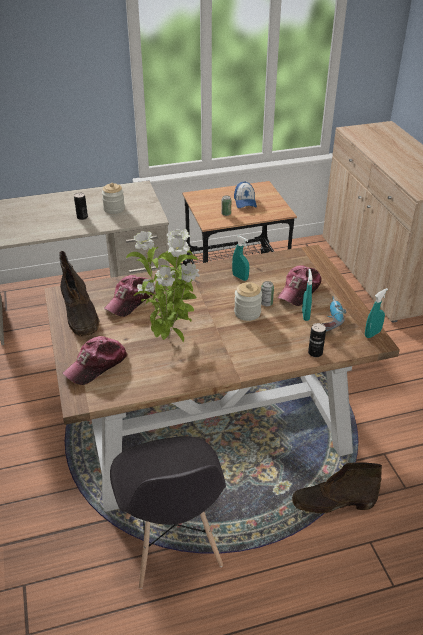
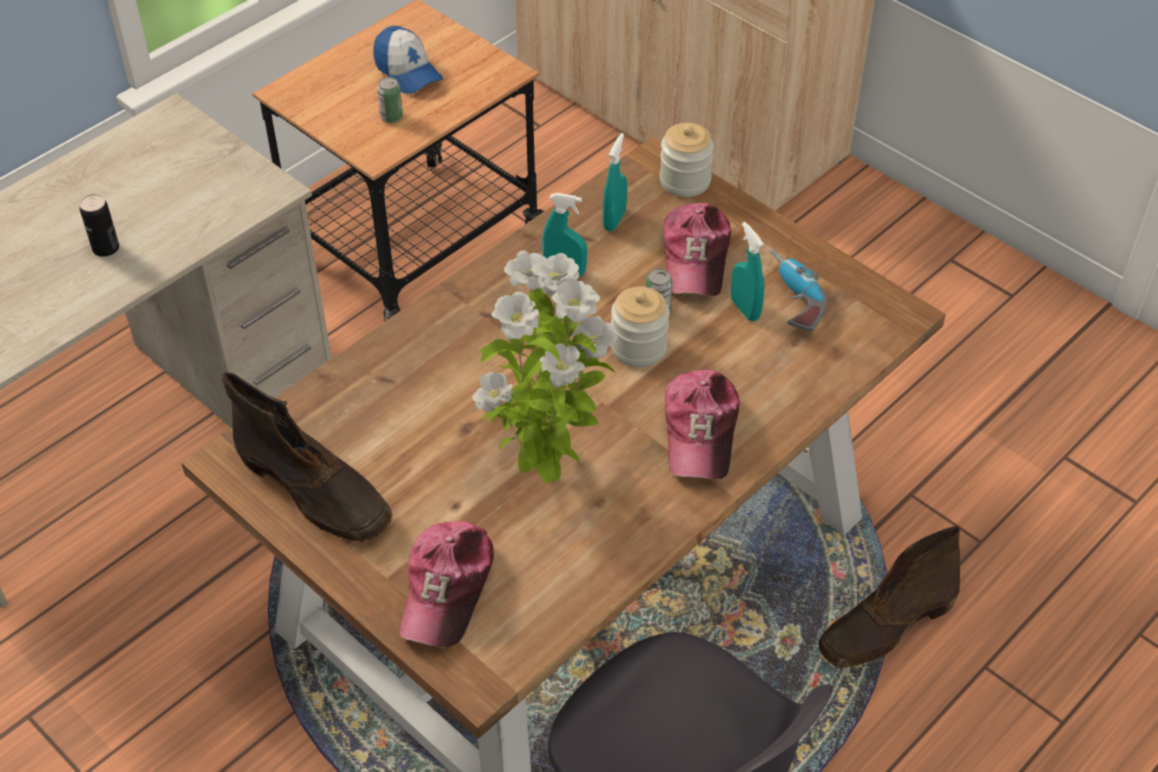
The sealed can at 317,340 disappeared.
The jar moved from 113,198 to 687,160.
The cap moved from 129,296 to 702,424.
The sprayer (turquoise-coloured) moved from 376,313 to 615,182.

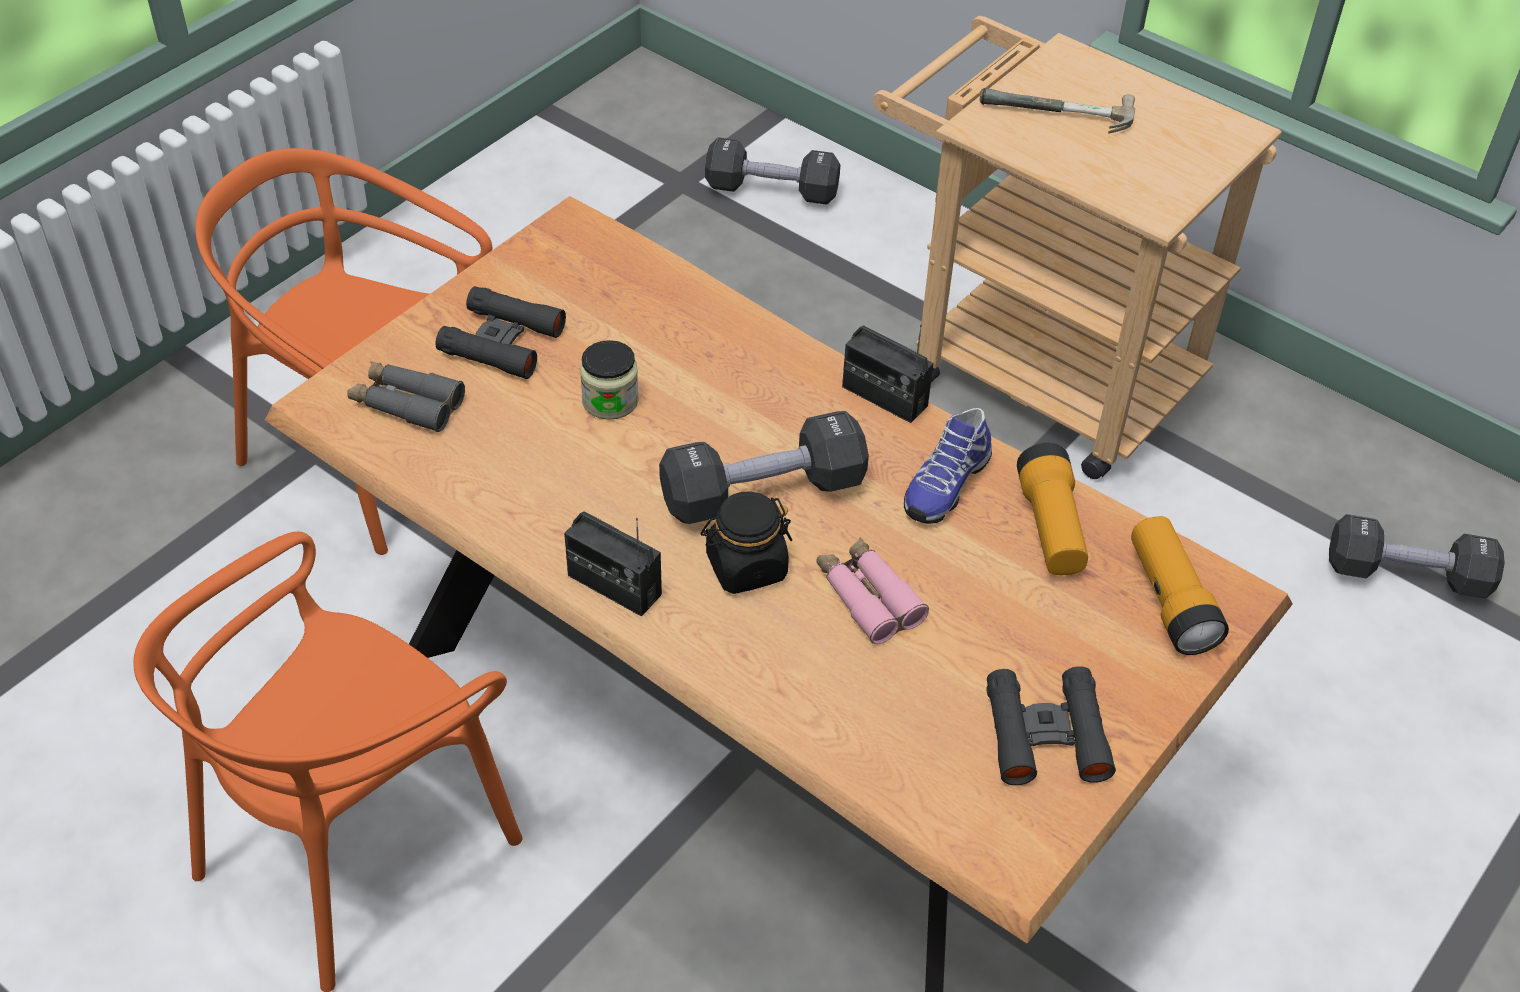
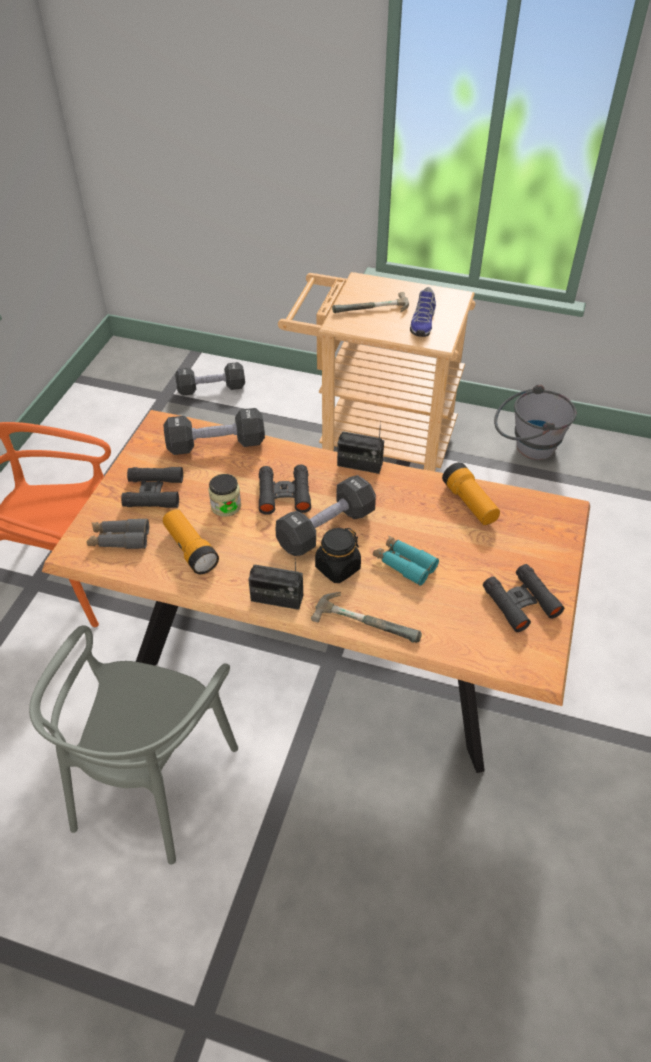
The pair of binoculars (black) at 285,489 appeared.
The hammer at 366,617 appeared.
The bucket (grey) at 535,422 appeared.
The shoe moved from 948,466 to 423,312.
The flashlight moved from 1180,585 to 191,541.
The free weight (black) moved from 1417,556 to 214,431.
The upright chair (orange-coloured) at 328,762 became the upright chair (grey) at 133,745.
The pair of binoculars (pink) at 872,590 became the pair of binoculars (turquoise-coloured) at 406,561.

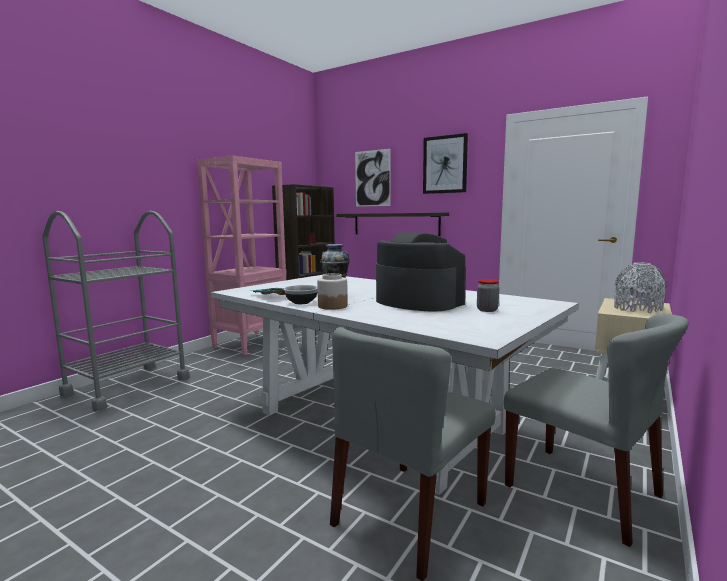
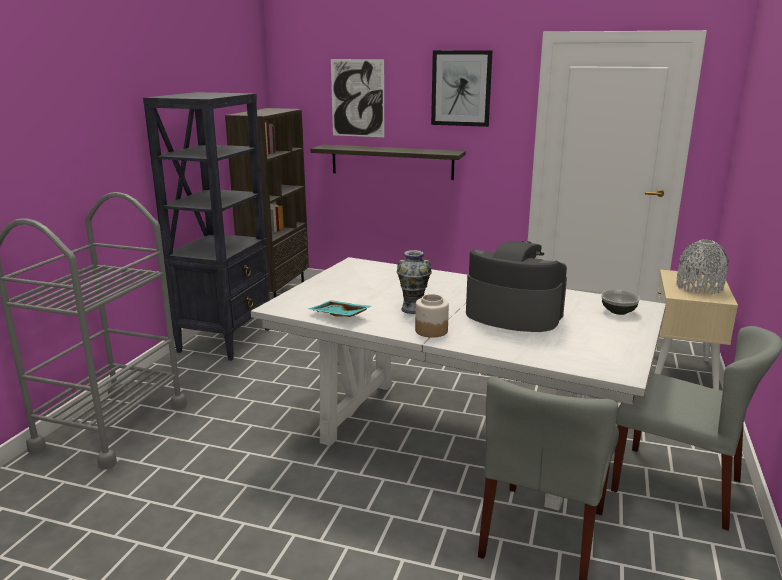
The jar at 488,295 disappeared.
The bowl moved from 301,294 to 620,302.
The bookcase (pink) at 241,255 became the bookcase (black) at 206,226.

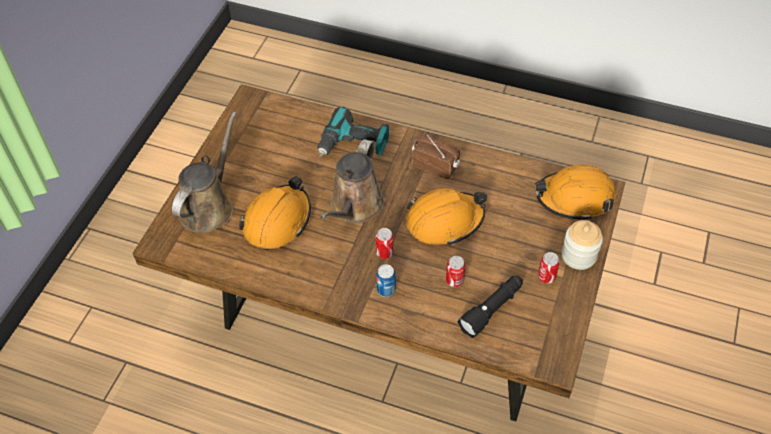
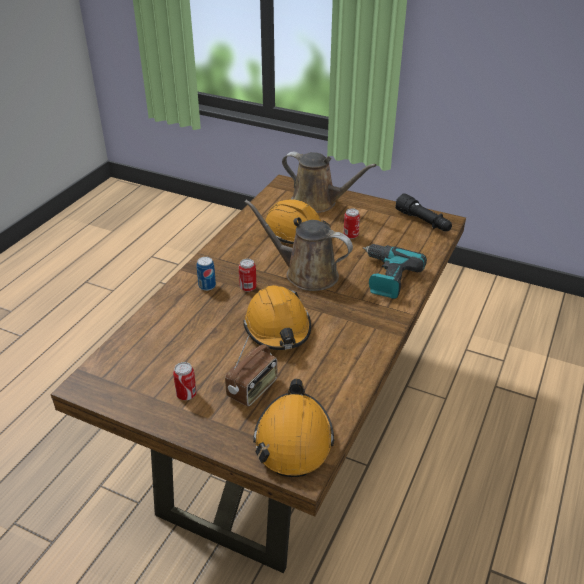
The jar at 582,245 disappeared.
The radio moved from 436,157 to 251,371.
The sealed can moved from 455,271 to 351,223.
The flashlight (black) moved from 490,307 to 423,212.

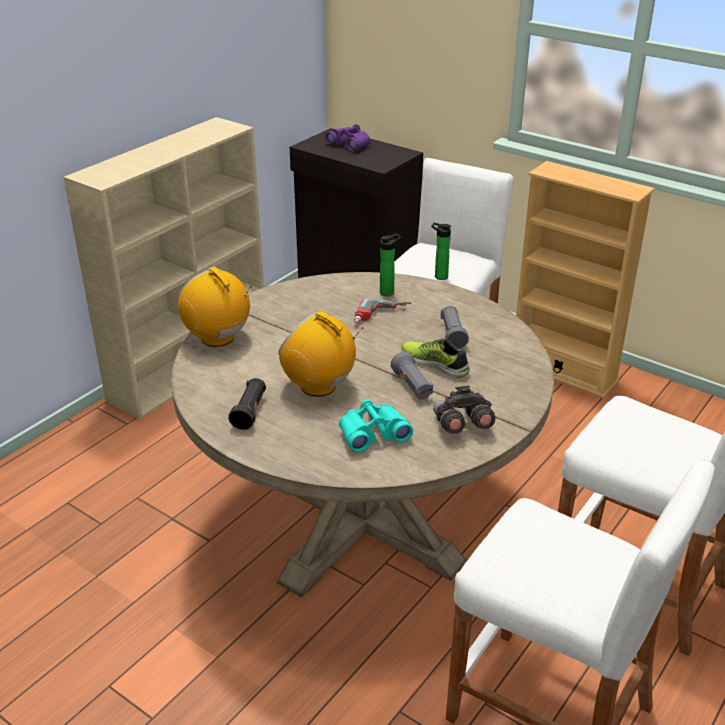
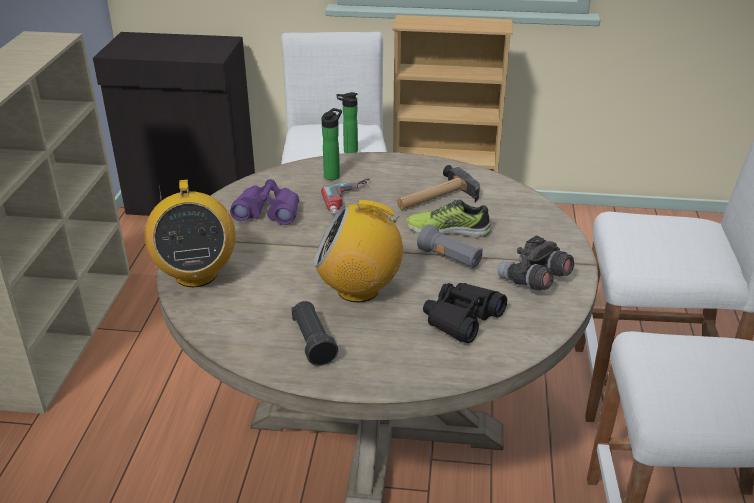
The pair of binoculars (purple-coloured) moved from 347,138 to 264,202.
The flashlight (grey) at 455,327 was replaced by the hammer at 438,187.
The pair of binoculars (turquoise-coloured) at 376,426 became the pair of binoculars (black) at 465,313.
The radio at 215,306 turned 120 degrees counterclockwise.

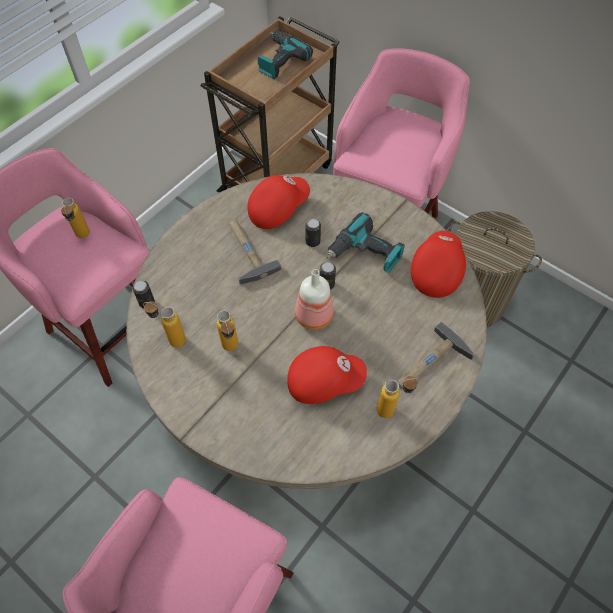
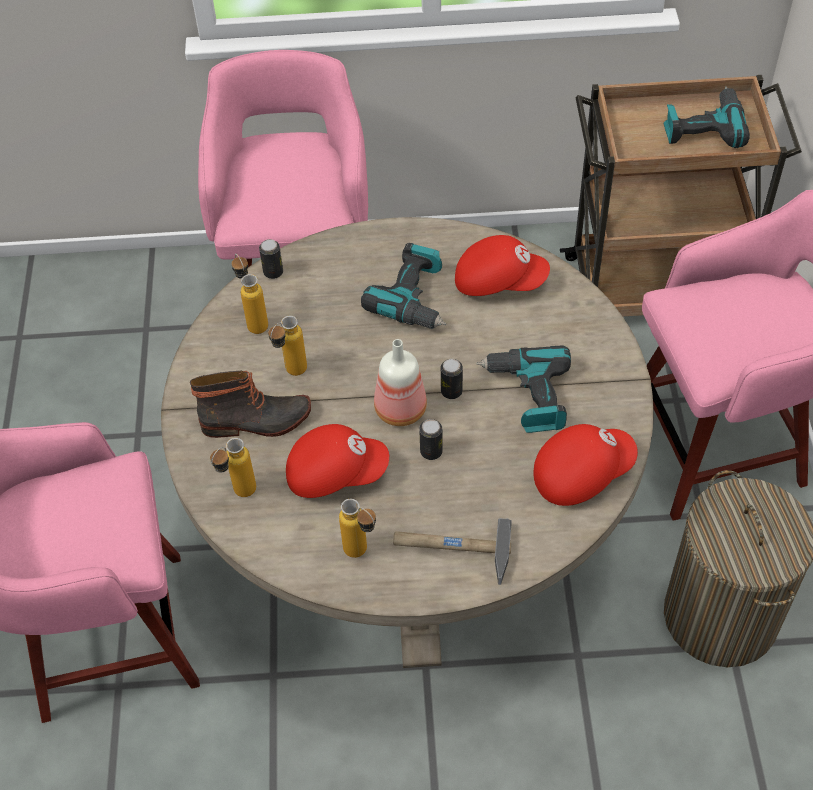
The high-top boot at 250,404 appeared.
The beverage bottle moved from 75,218 to 233,467.
The sealed can moved from 313,233 to 431,439.
The hammer at 255,252 was replaced by the drill at 403,286.
The cap (red-coloured) at 327,375 turned 45 degrees counterclockwise.

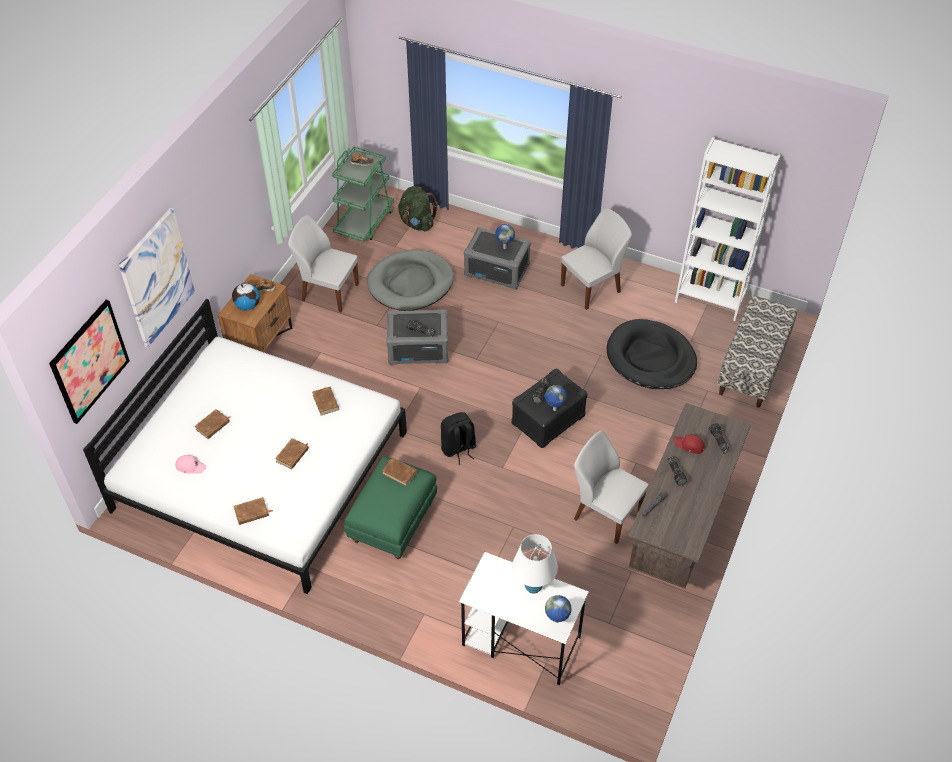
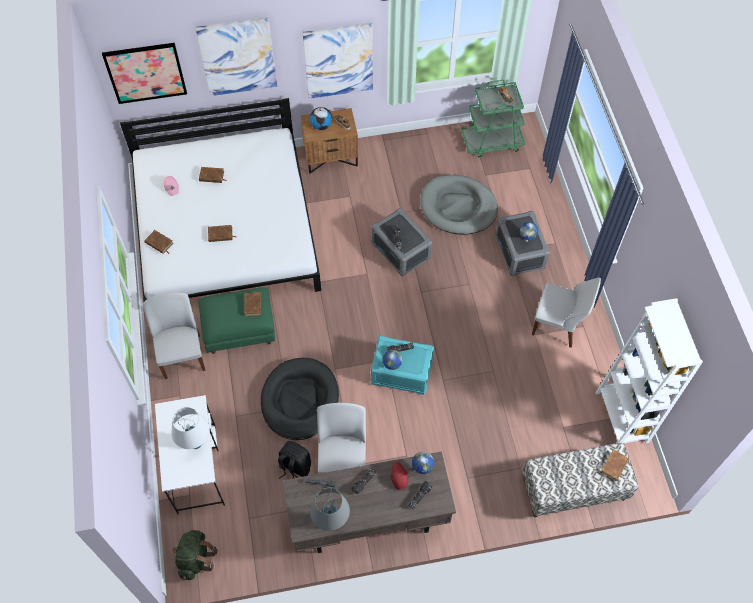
The wall art at 337,60 appeared.
The table lamp (grey) at 330,509 appeared.
The upright chair (whitish) moved from 323,263 to 174,335.
The volume (brown) moved from 325,401 to 615,465.
The knapsack (green-coloured) moved from 418,209 to 194,555.
The knapsack (black) moved from 458,438 to 294,460.
The globe moved from 558,609 to 423,463.
The pet bed (black) moved from 652,354 to 300,399.
The storage box (black) at 549,408 became the storage box (turquoise-coloured) at 402,365.

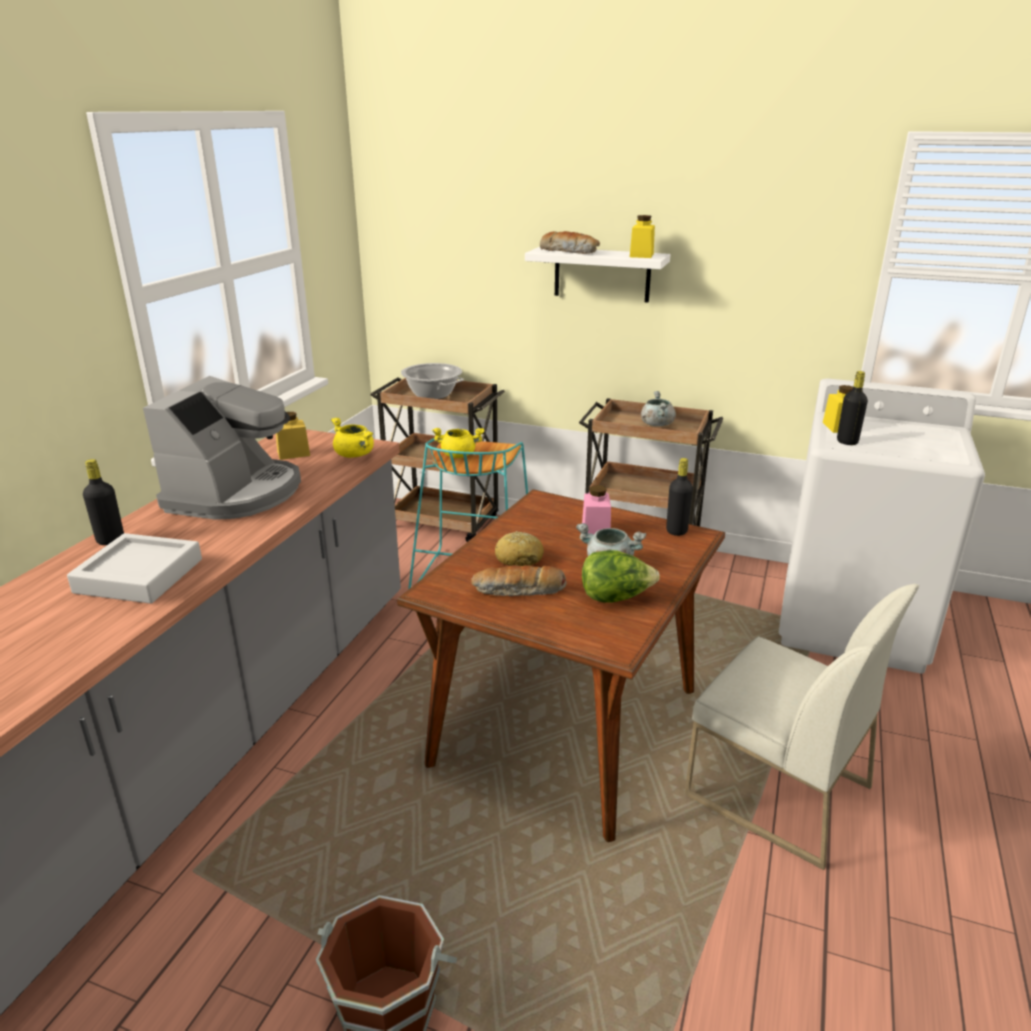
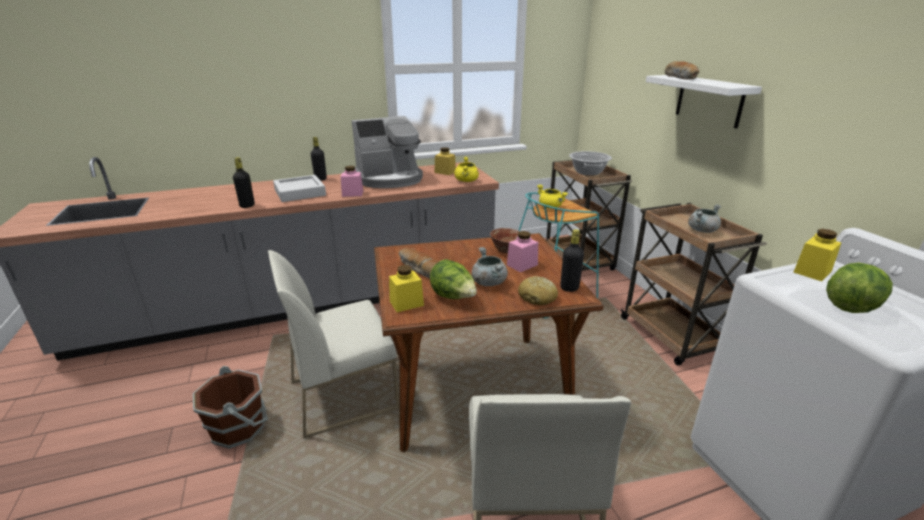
The upright chair (whitish) at 333,344 appeared.
The jar (pink) at 352,181 appeared.
The bowl at 505,240 appeared.
The lettuce at 859,288 appeared.
The bread moved from 519,548 to 538,290.
The jar (yellow-coloured) moved from 642,236 to 406,288.
The beverage bottle (black) moved from 852,408 to 244,182.

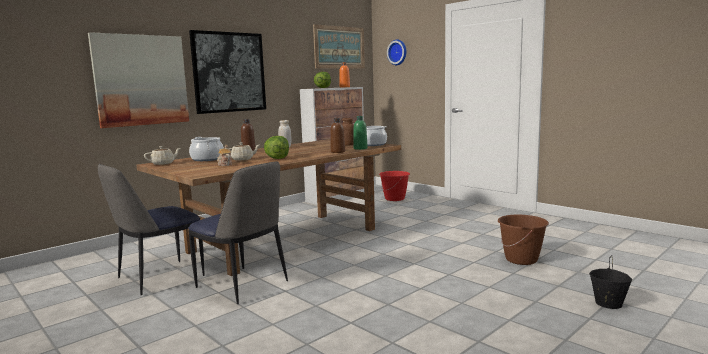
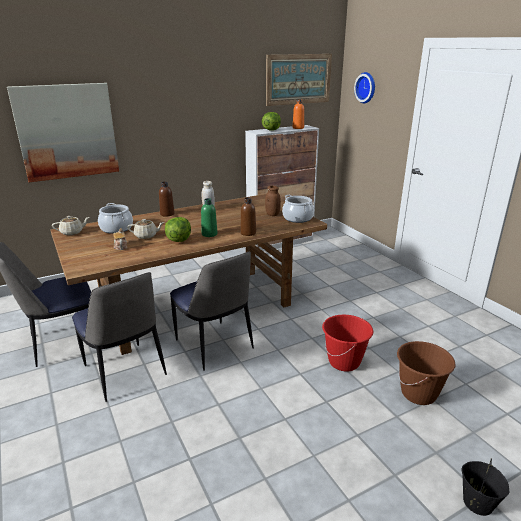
The wall art at 227,72 disappeared.
The upright chair at 212,311 appeared.
The beverage bottle (green-coloured) moved from 361,133 to 209,217.
The bucket (red-coloured) moved from 394,186 to 347,343.

